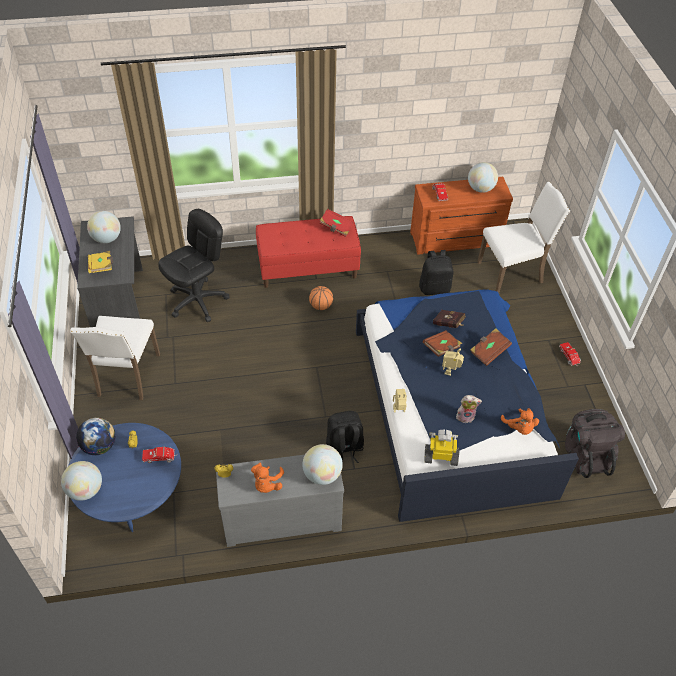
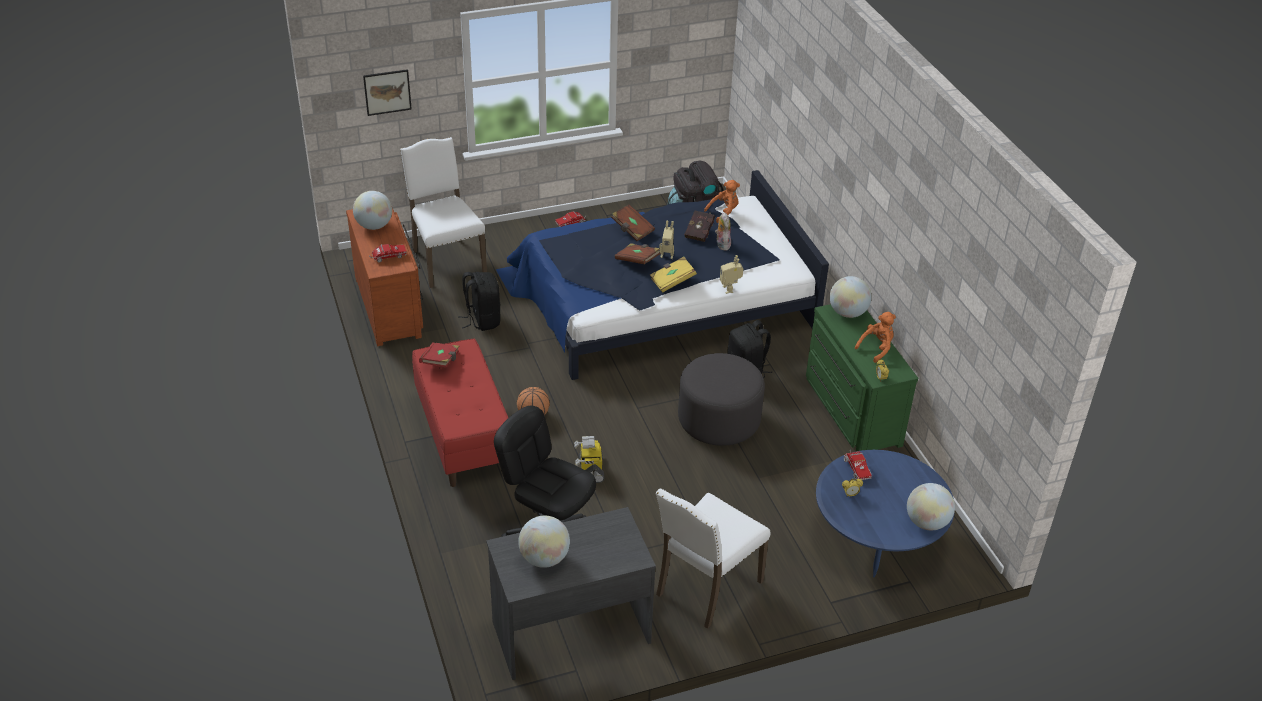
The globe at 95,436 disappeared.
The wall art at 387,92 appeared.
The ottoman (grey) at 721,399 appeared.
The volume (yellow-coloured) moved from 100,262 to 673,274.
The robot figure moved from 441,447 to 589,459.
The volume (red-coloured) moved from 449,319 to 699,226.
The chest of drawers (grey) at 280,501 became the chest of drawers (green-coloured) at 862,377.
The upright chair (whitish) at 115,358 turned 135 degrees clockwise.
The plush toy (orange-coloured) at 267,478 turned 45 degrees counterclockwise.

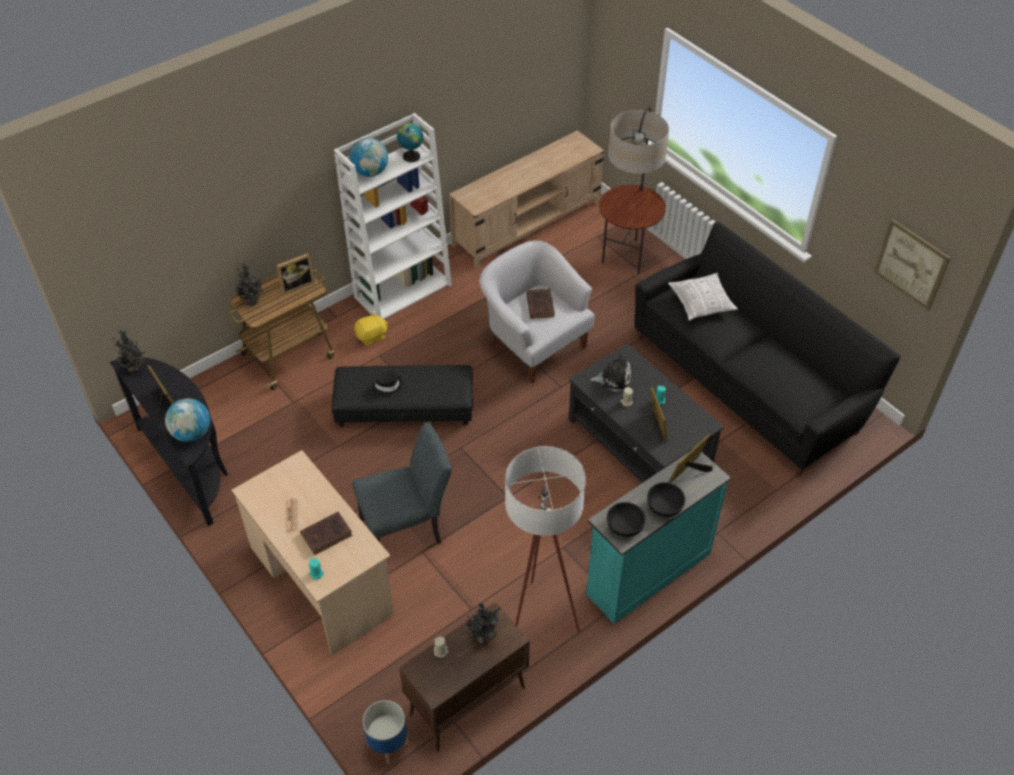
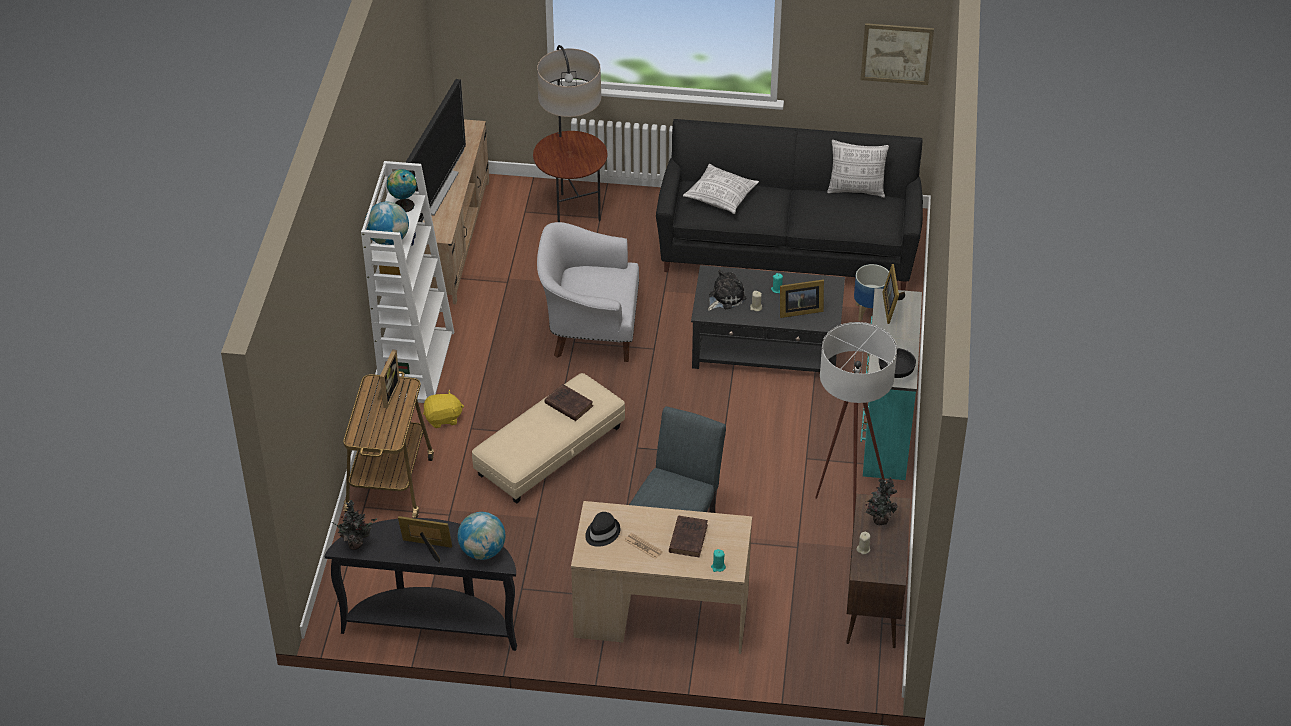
The houseplant at 250,284 disappeared.
The bowl (black) at 666,499 disappeared.
The TV set at 436,150 appeared.
The throw pillow at 858,169 appeared.
The plant pot moved from 386,732 to 871,292.
The hat (black) moved from 387,383 to 603,529.
The volume (brown) moved from 540,303 to 569,402.
The ottoman (black) at 402,396 became the ottoman (beige-coloured) at 548,438.
The plush toy (yellow-coloured) at 371,329 turned 60 degrees clockwise.
The picture frame at 657,414 turned 135 degrees clockwise.

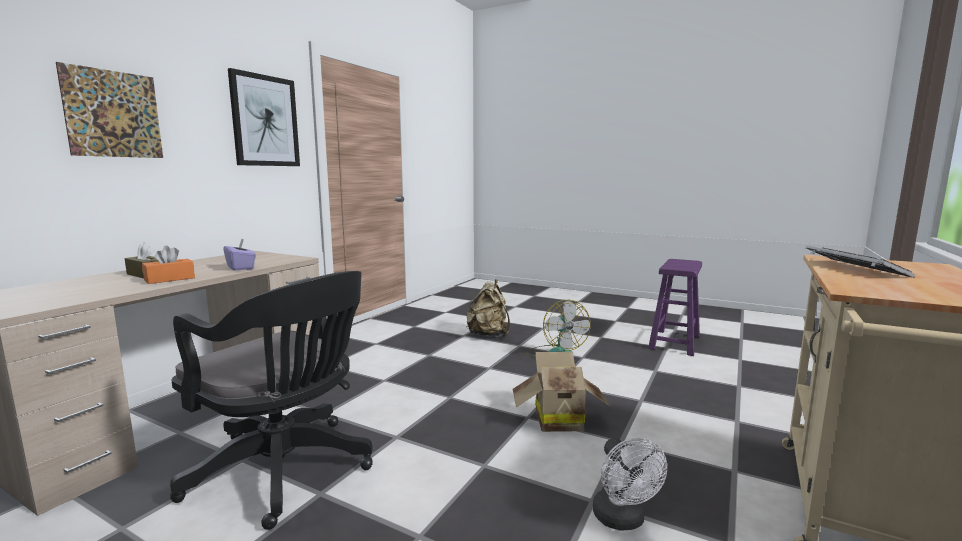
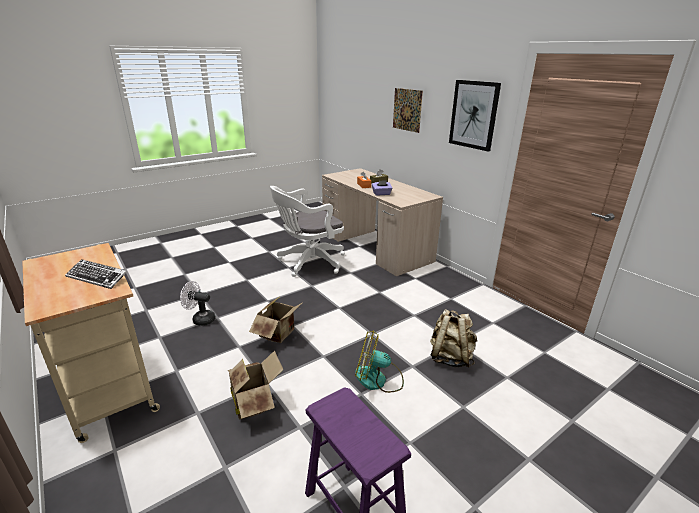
The carton at 255,385 appeared.
The computer chair (black) at 271,400 became the computer chair (whitish) at 307,231.

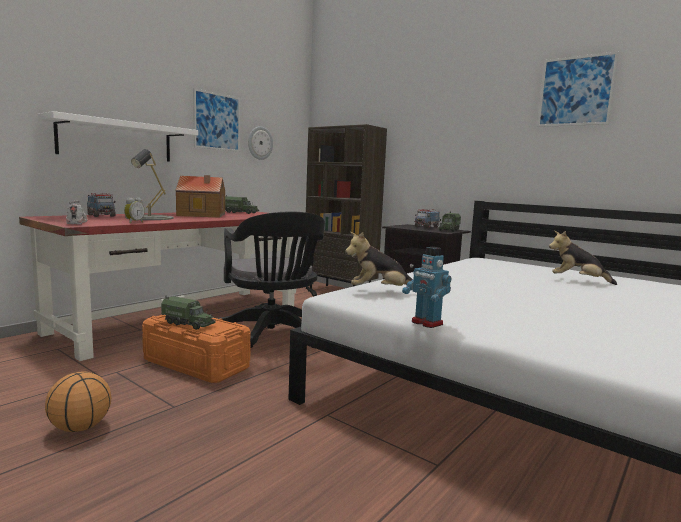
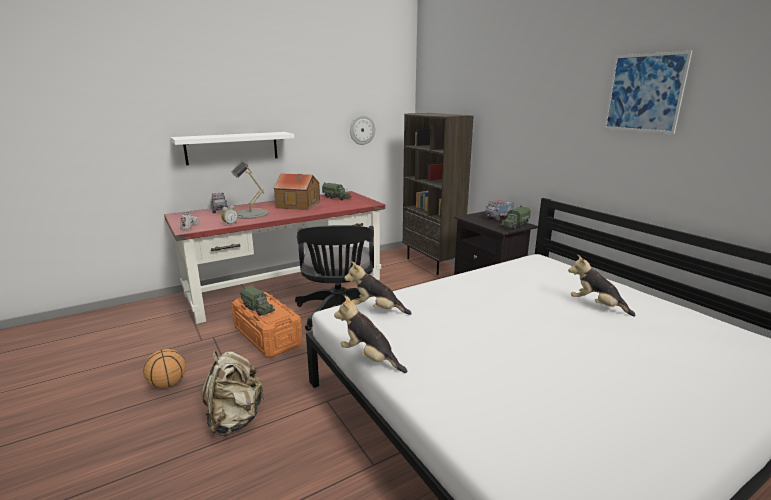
The wall art at 216,120 disappeared.
The knapsack (beige-coloured) at 233,393 appeared.
The robot figure at 427,287 was replaced by the plush toy at 370,334.

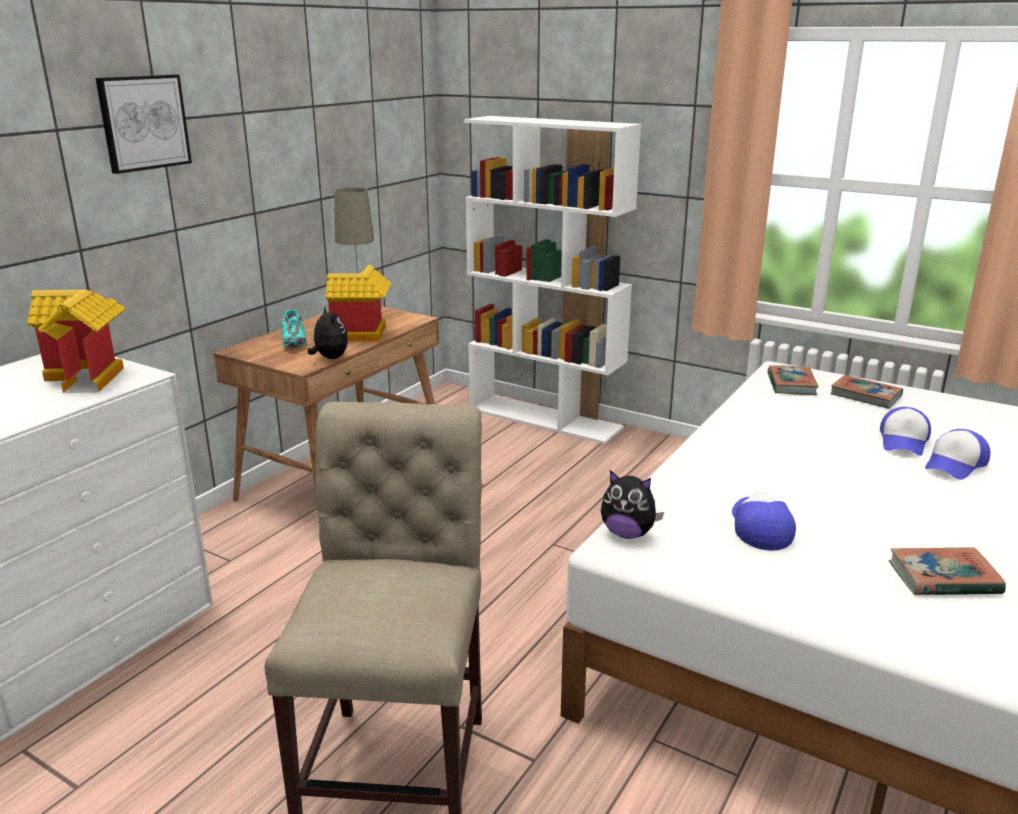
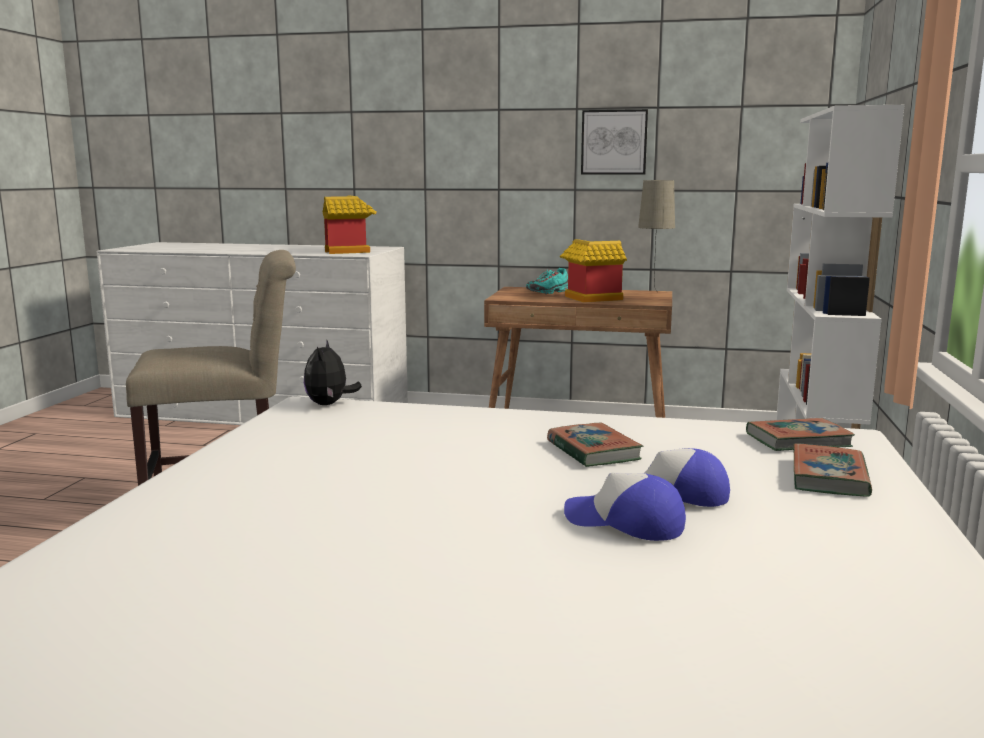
The plush toy at 327,333 disappeared.
The cap at 764,520 disappeared.
The wall art moved from 143,124 to 614,142.
The volume moved from 947,571 to 595,445.

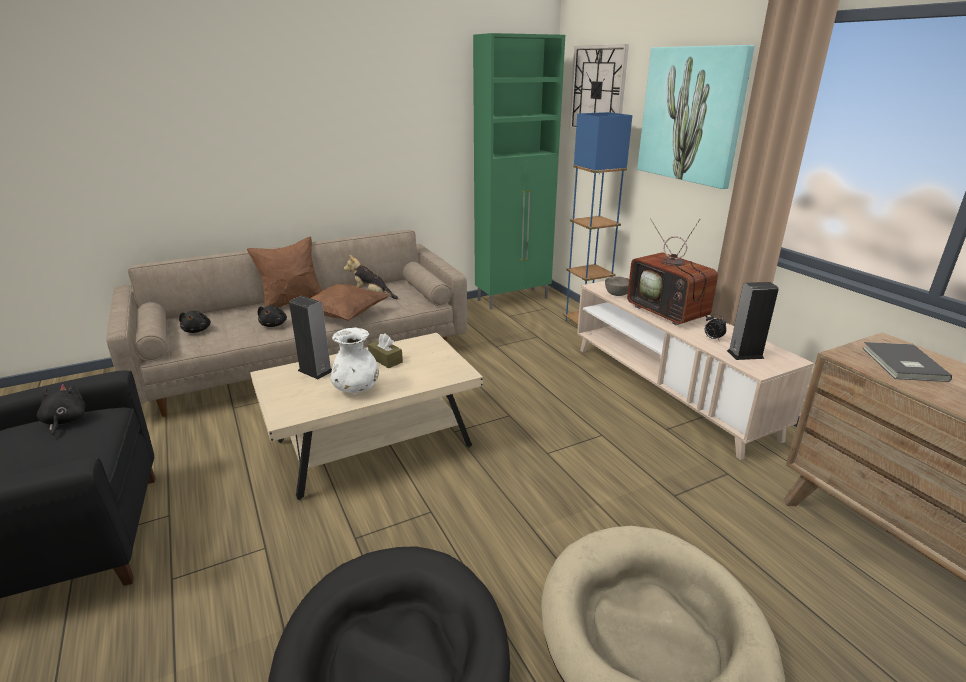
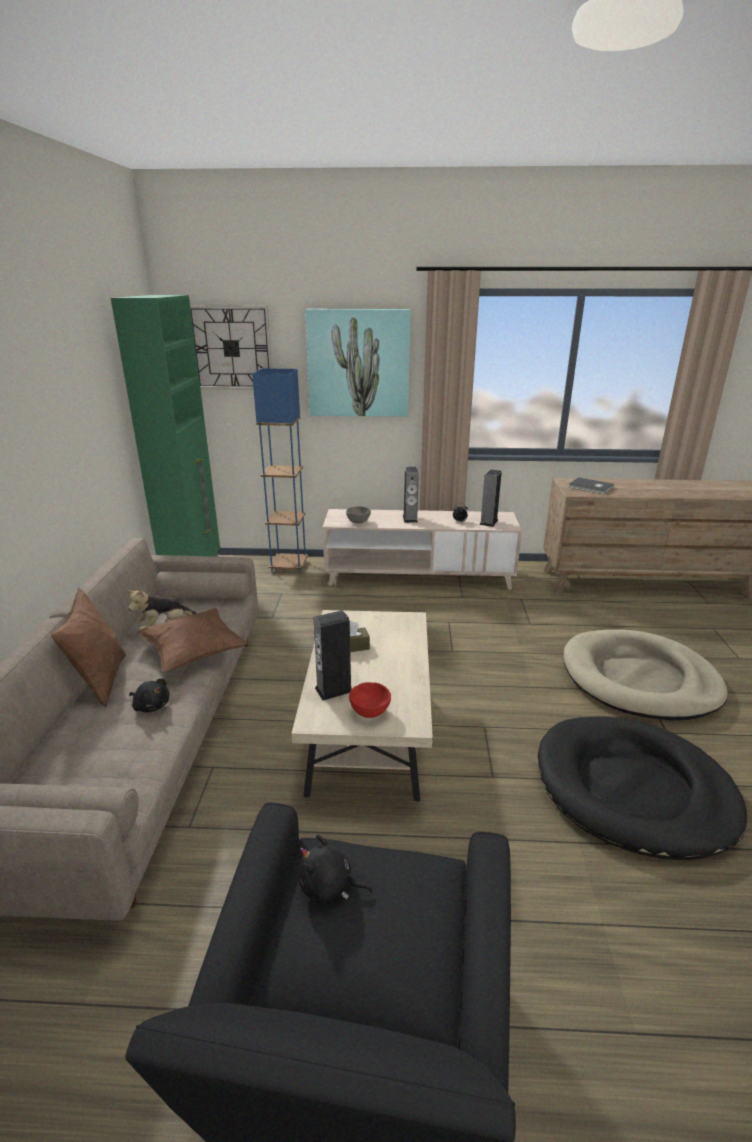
The plush toy (black) at 195,322 disappeared.
The flower vase (whitish) at 354,360 disappeared.
The bowl (red-coloured) at 370,700 appeared.
The TV set at 672,271 was replaced by the audio speaker at 411,495.

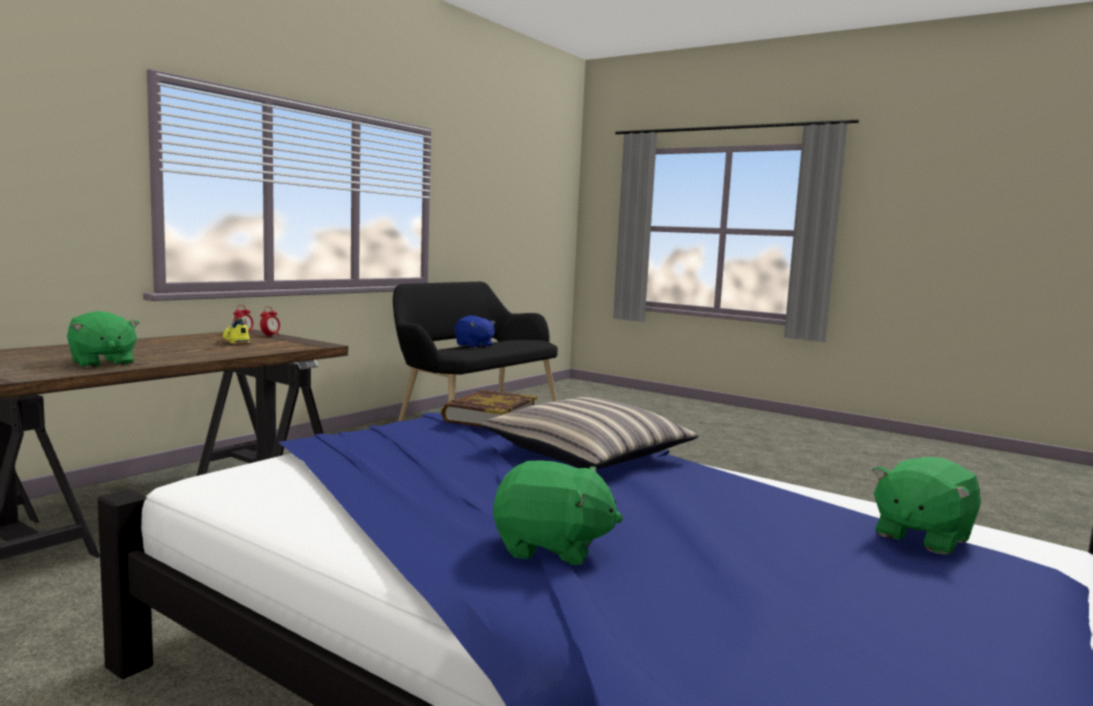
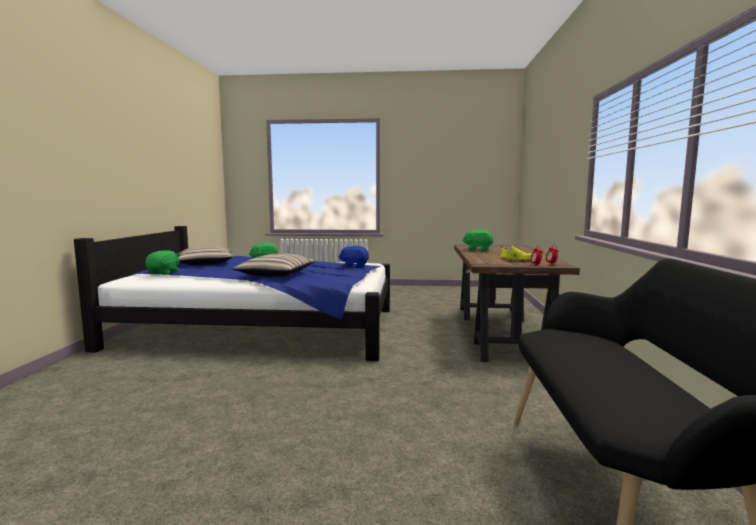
The volume at 489,409 disappeared.
The throw pillow at 206,255 appeared.
The plush toy (bluish) moved from 475,332 to 354,257.

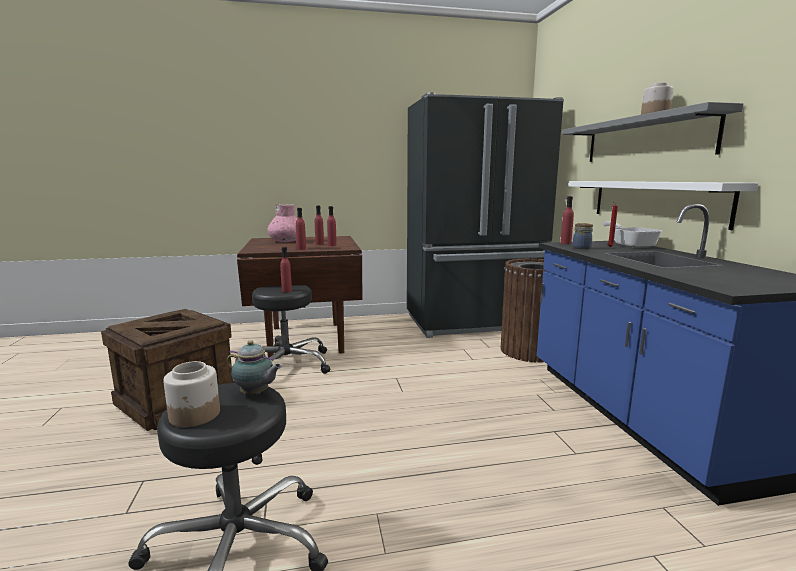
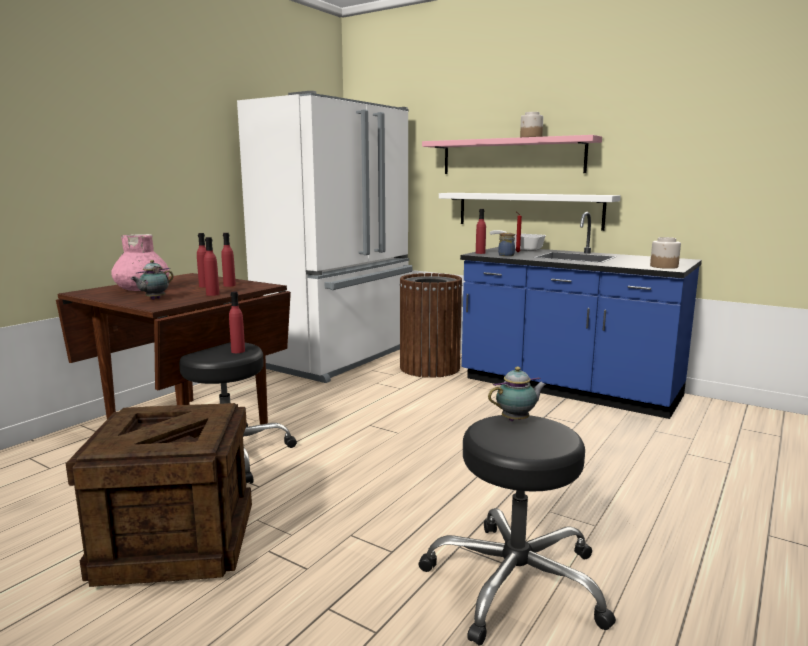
The teapot at 152,280 appeared.
The jar moved from 191,394 to 665,253.
The refrigerator (black) at 485,215 became the refrigerator (whitish) at 325,237.
The shelf (grey) at 652,132 became the shelf (pink) at 512,154.

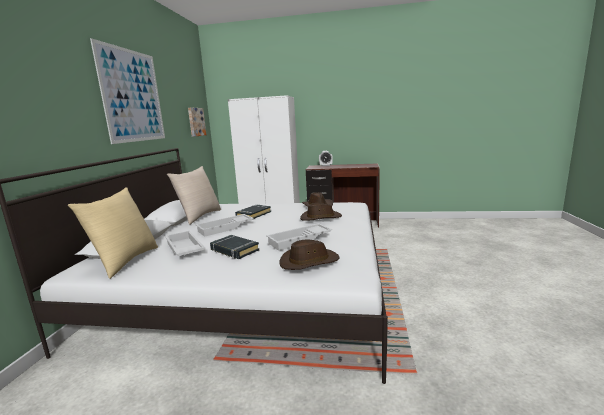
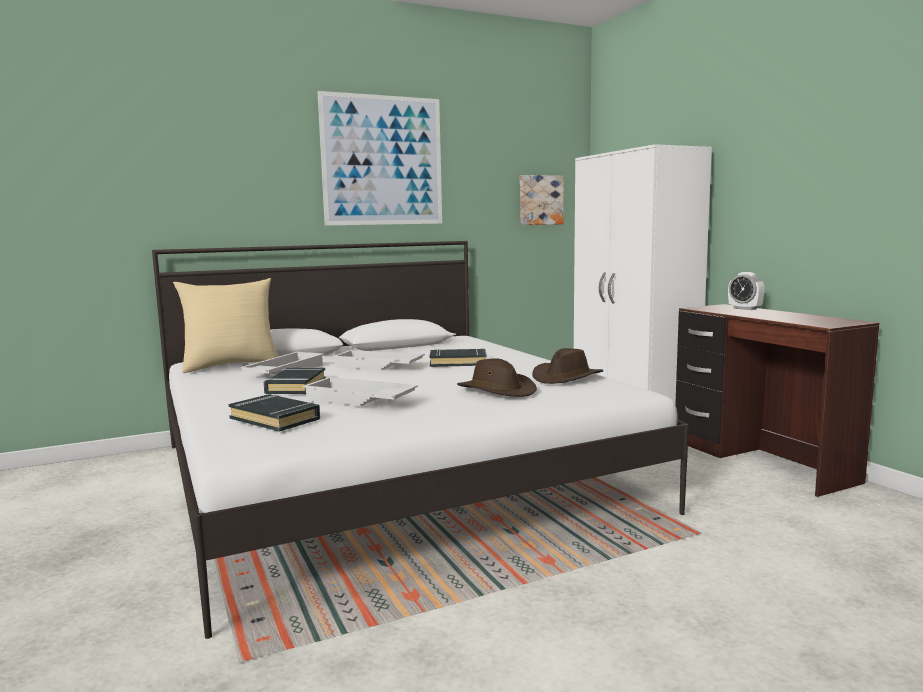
The throw pillow (beige-coloured) at 194,195 disappeared.
The hat (brown) at 309,255 was replaced by the volume (black) at 274,413.

